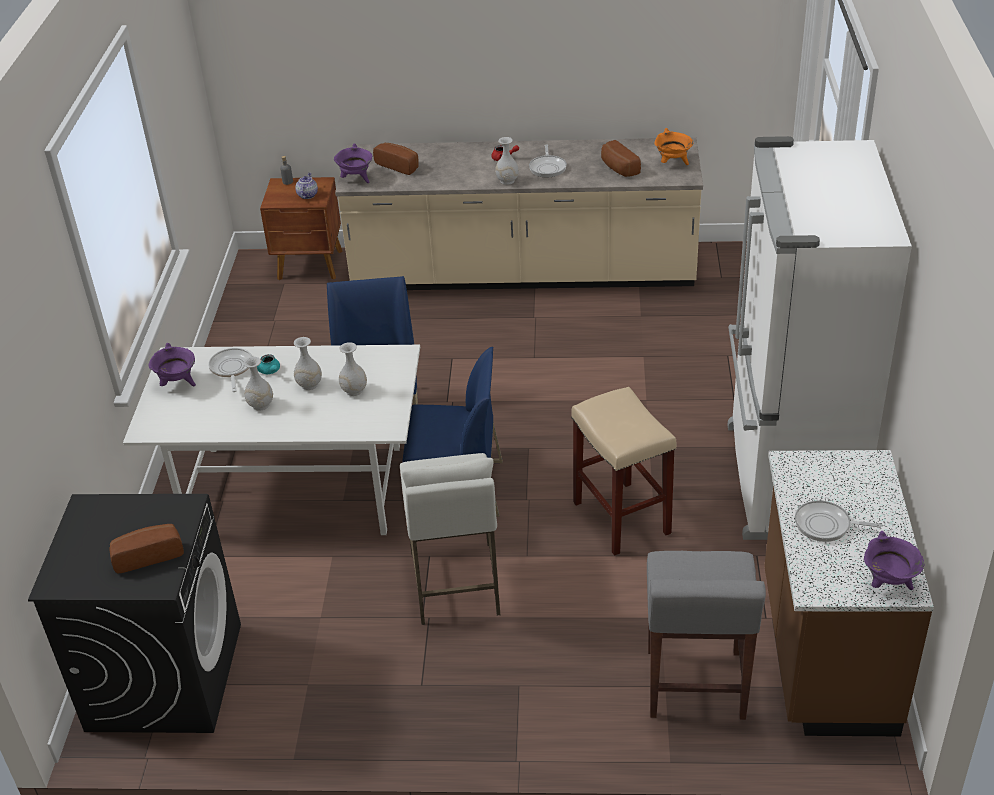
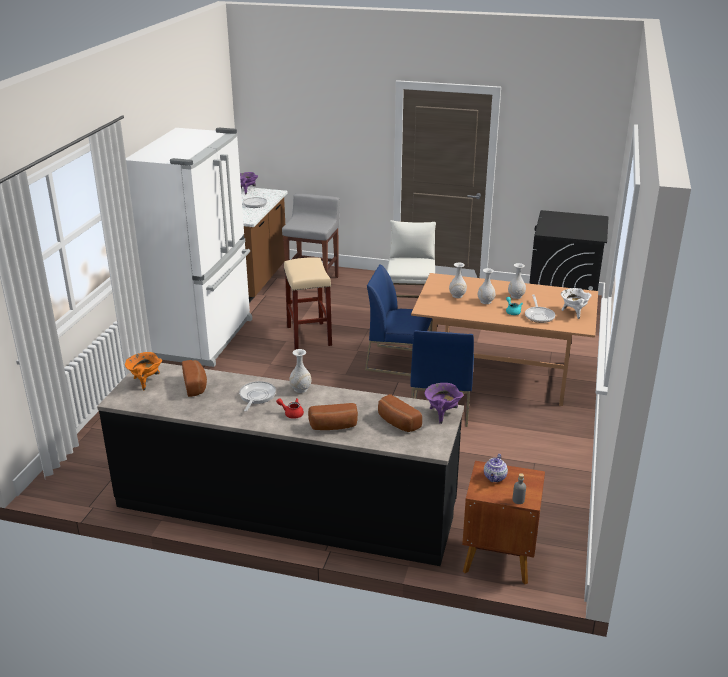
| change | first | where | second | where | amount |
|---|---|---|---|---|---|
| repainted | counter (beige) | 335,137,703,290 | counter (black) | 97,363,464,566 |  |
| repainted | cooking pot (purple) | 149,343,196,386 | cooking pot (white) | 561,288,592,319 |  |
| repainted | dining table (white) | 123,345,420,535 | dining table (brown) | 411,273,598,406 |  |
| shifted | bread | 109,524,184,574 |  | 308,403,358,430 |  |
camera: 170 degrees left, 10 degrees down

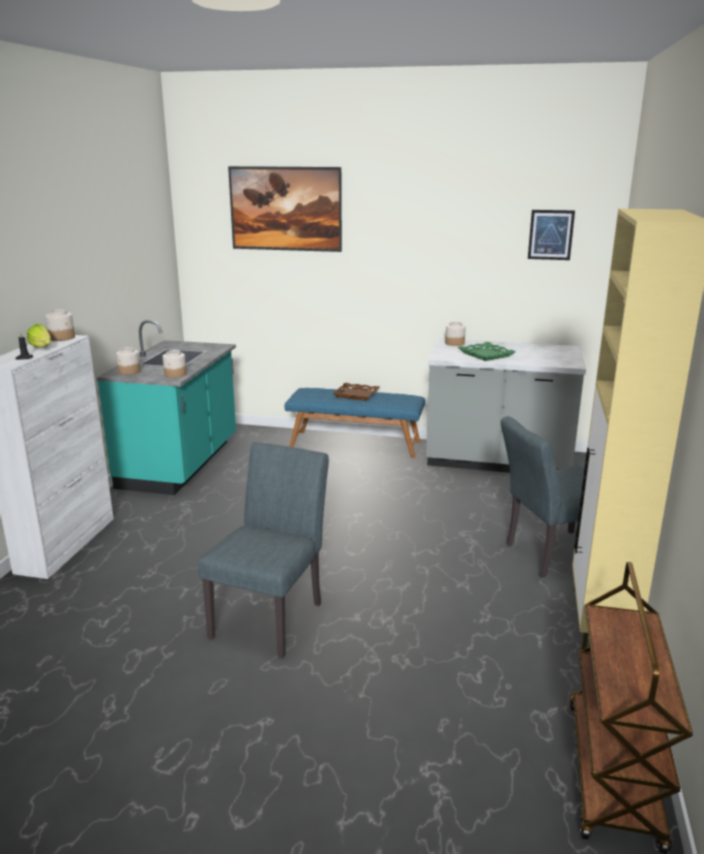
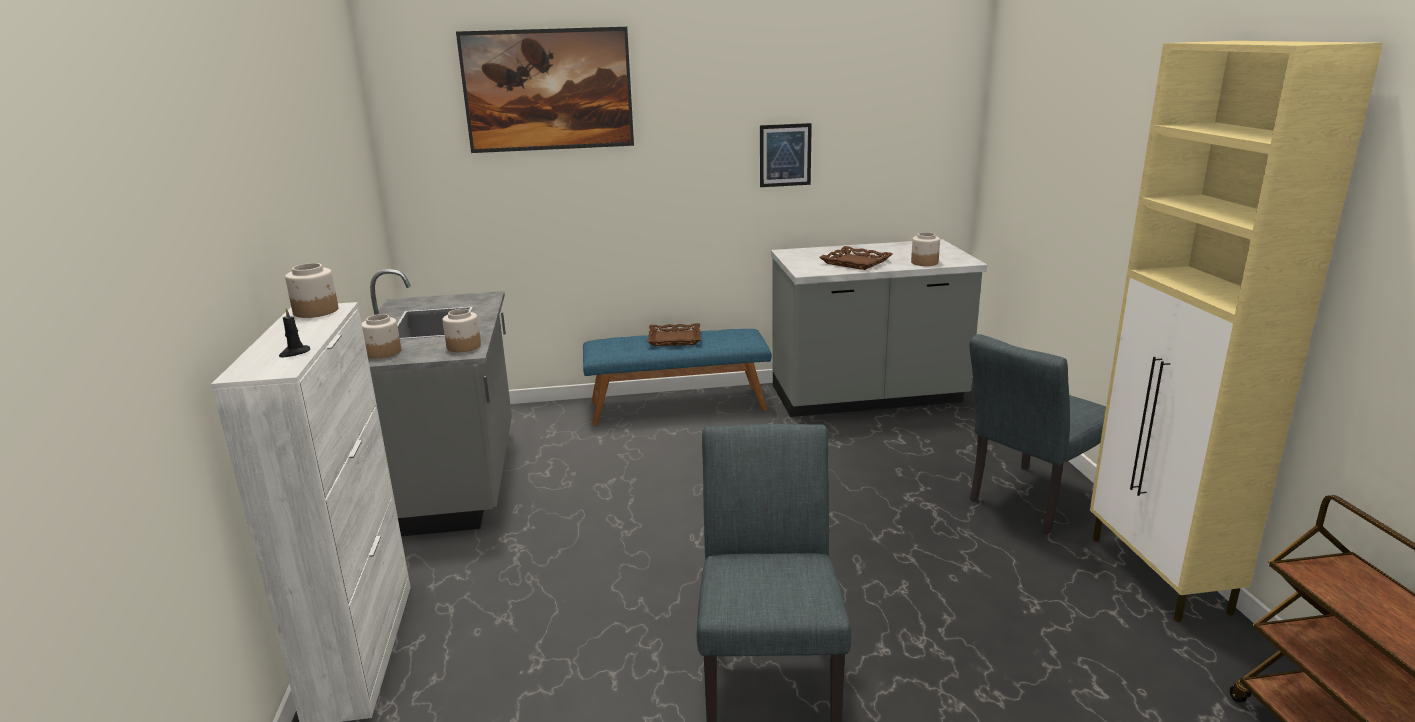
| change | first | where | second | where | amount |
|---|---|---|---|---|---|
| shifted | picture | 528,210,575,260 |  | 760,123,812,187 |  |
| repainted | counter (turquoise) | 96,320,236,495 | counter (grey) | 368,269,512,536 |  |
| shifted | jar | 445,322,466,346 |  | 911,232,940,266 |  |
| gone | lettuce | 27,324,51,348 |  |  |  |
| repainted | tray (green) | 458,342,516,361 | tray (brown) | 819,246,893,270 |  |
camera: 20 degrees left, 0 degrees up

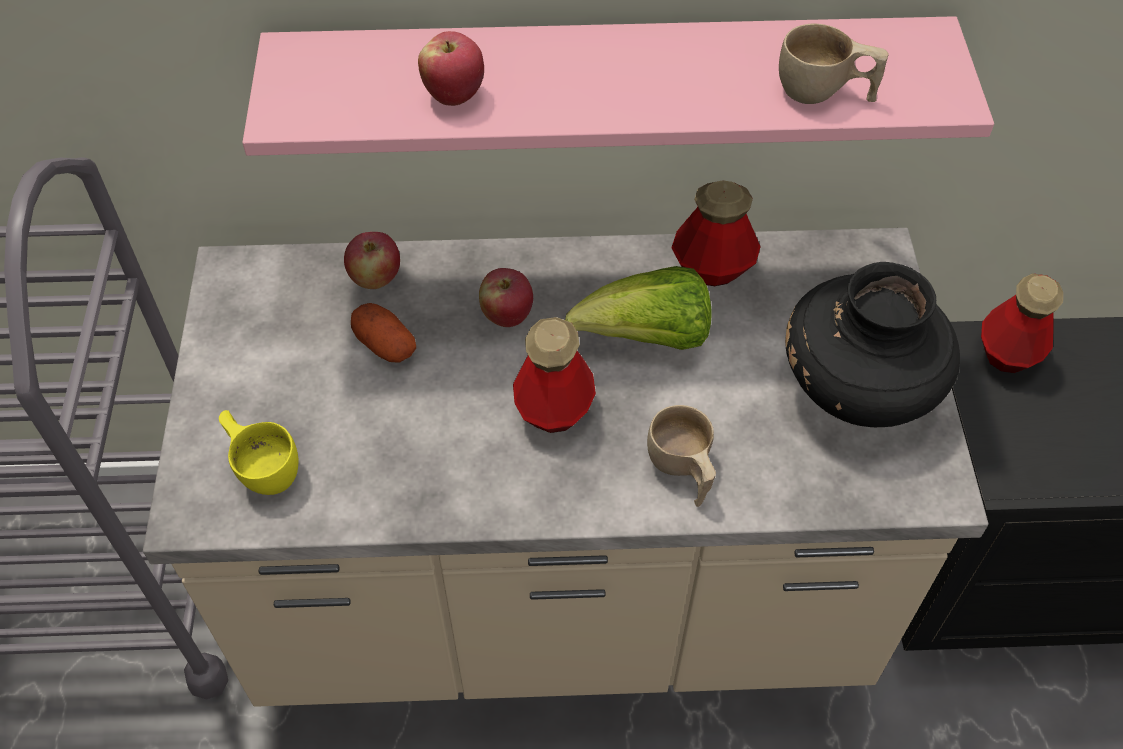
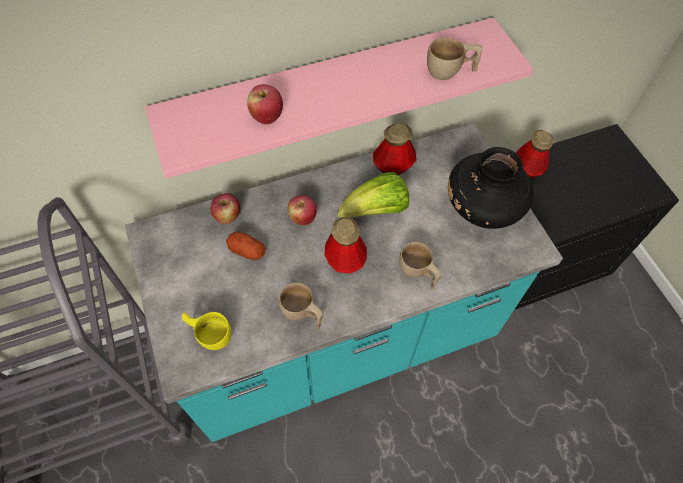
| change | first | where | second | where | amount |
|---|---|---|---|---|---|
| repainted | counter (beige) | 143,228,988,707 | counter (turquoise) | 125,123,563,442 |  |
| new |  |  | cup (beige) | 279,283,323,330 |  |
camera: 20 degrees left, 5 degrees up

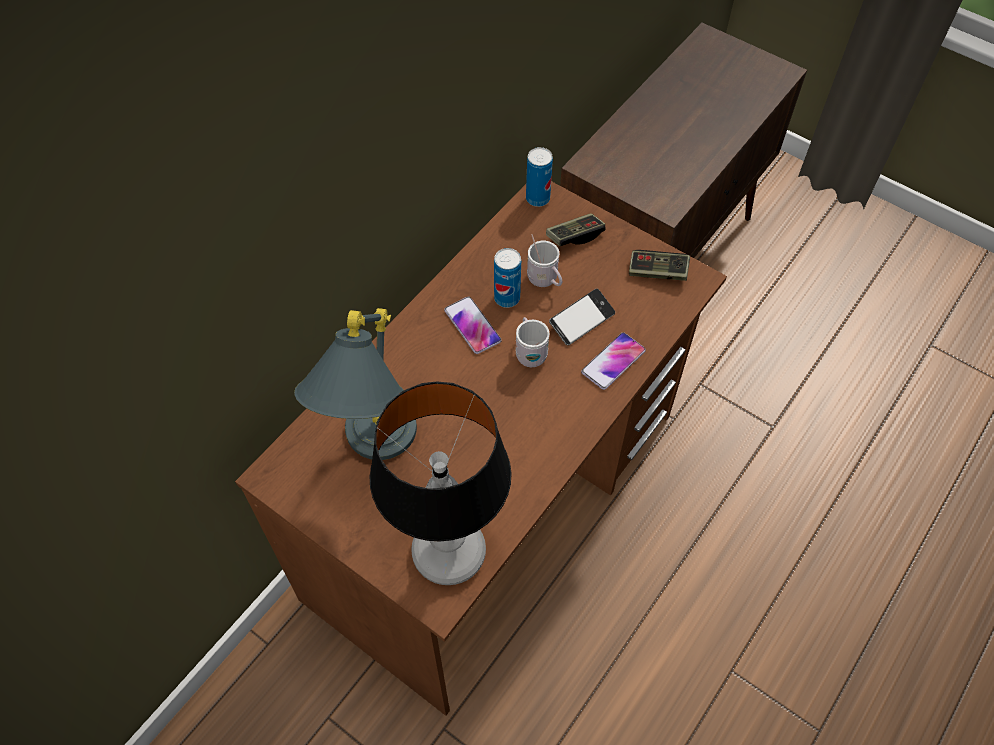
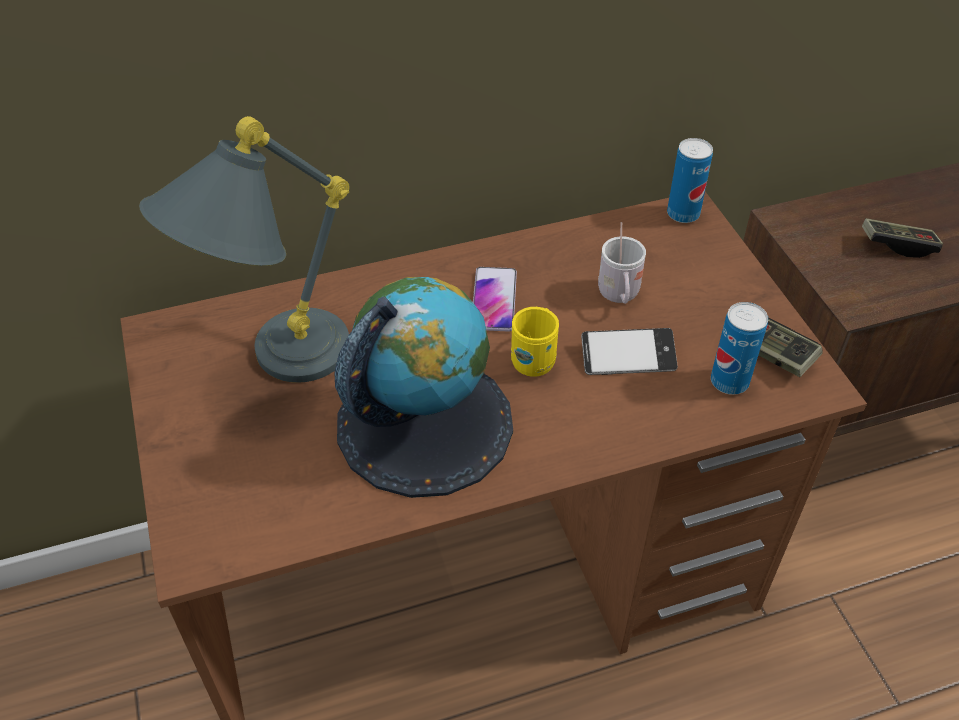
| change | first | where | second | where | amount |
|---|---|---|---|---|---|
| shifted | game controller | 546,213,605,246 |  | 862,218,943,258 |  |
| shifted | can | 494,248,521,308 |  | 711,302,768,395 |  |
| repainted | mug (white) | 516,317,550,367 | mug (yellow) | 511,307,559,377 |  |
| gone | phone | 581,332,646,390 |  |  |  |
| gone | table lamp | 369,381,512,585 |  |  |  |
| new |  |  | globe | 334,277,513,498 |  |
camera: 35 degrees right, 10 degrees down

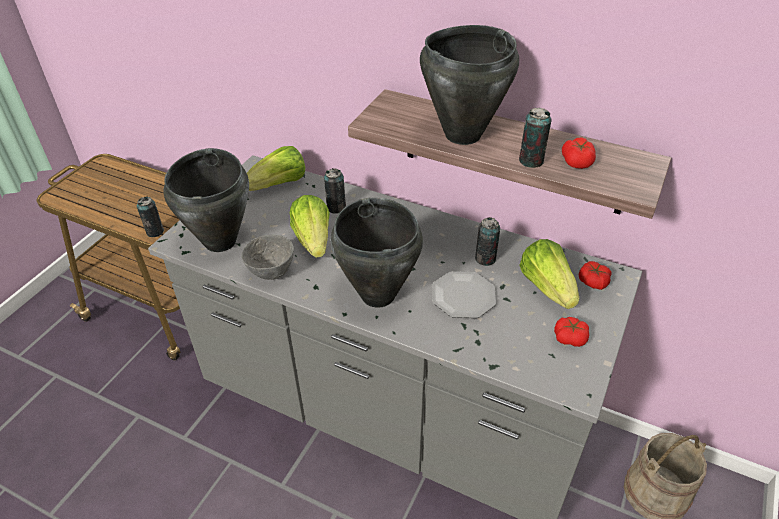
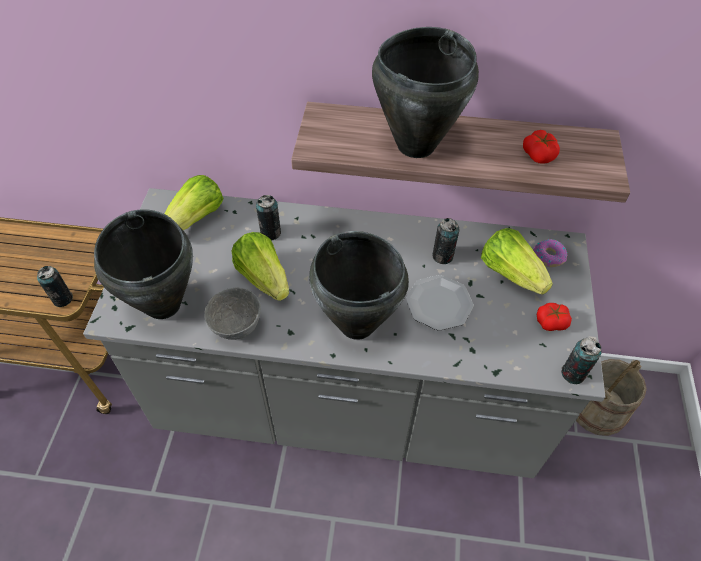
| change | first | where | second | where | amount |
|---|---|---|---|---|---|
| shifted | can | 519,108,551,168 |  | 561,338,602,384 |  |
| swapped | tomato | 579,261,612,290 | donut | 533,239,567,267 |  |
camera: 20 degrees left, 10 degrees up

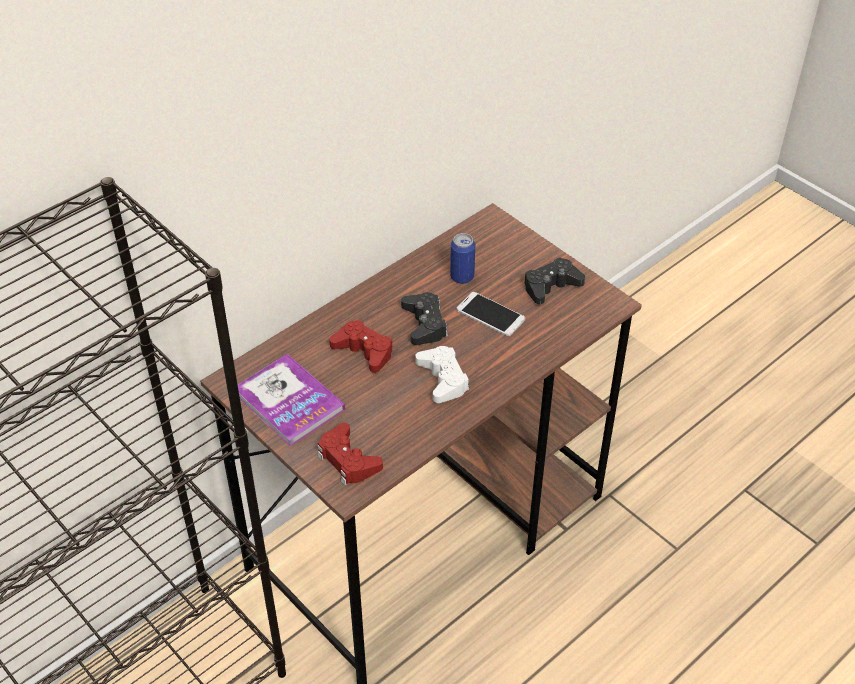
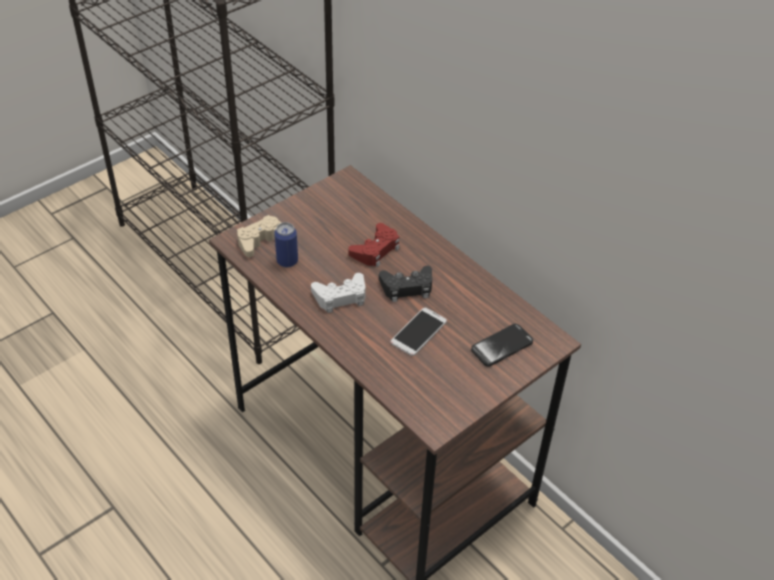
| change | first | where | second | where | amount |
|---|---|---|---|---|---|
| shifted | can | 450,233,475,284 |  | 274,222,298,268 |  |
| gone | game controller (black) | 524,257,585,304 |  |  |  |
| gone | book | 238,354,345,447 |  |  |  |
| repainted | game controller (red) | 318,423,383,485 | game controller (beige) | 237,215,281,257 |  |
| new |  |  | phone | 471,324,533,367 |  |
camera: 90 degrees right, 0 degrees up

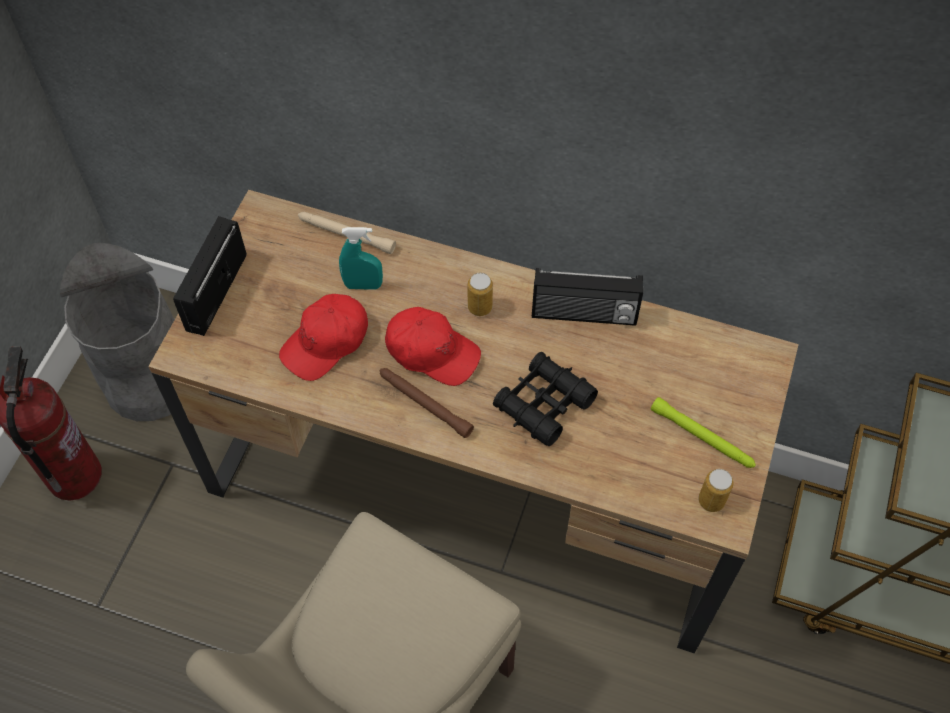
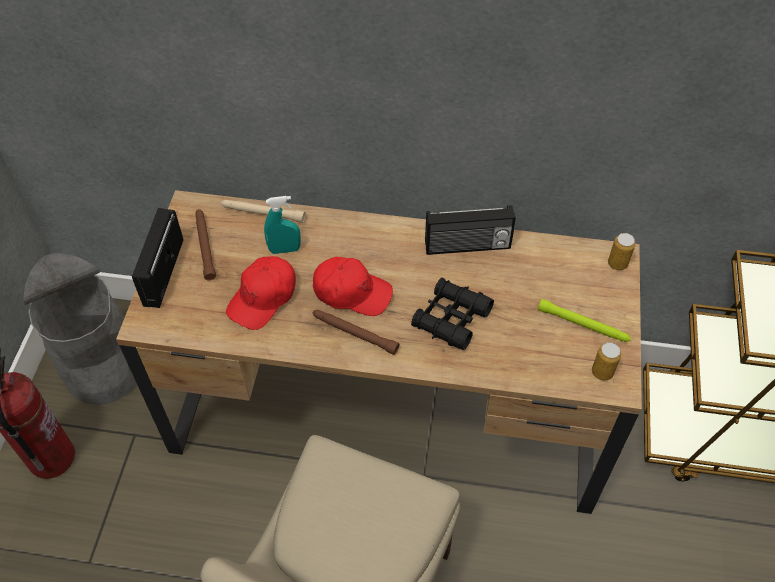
| change | first | where | second | where | amount |
|---|---|---|---|---|---|
| shifted | can | 468,273,493,316 |  | 608,233,636,270 |  |
| new |  |  | flashlight (brown) | 195,209,216,281 |  |
camera: 10 degrees left, 5 degrees down

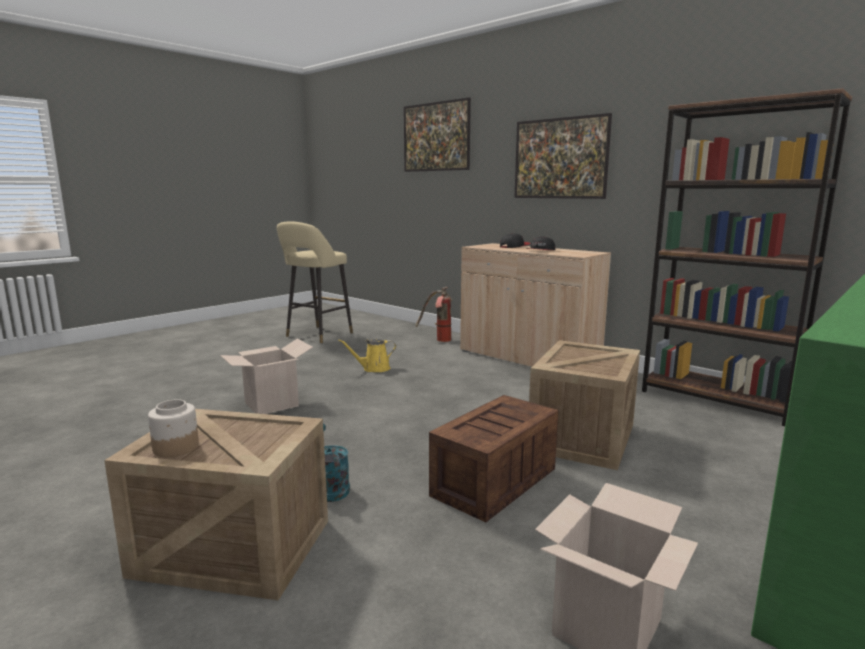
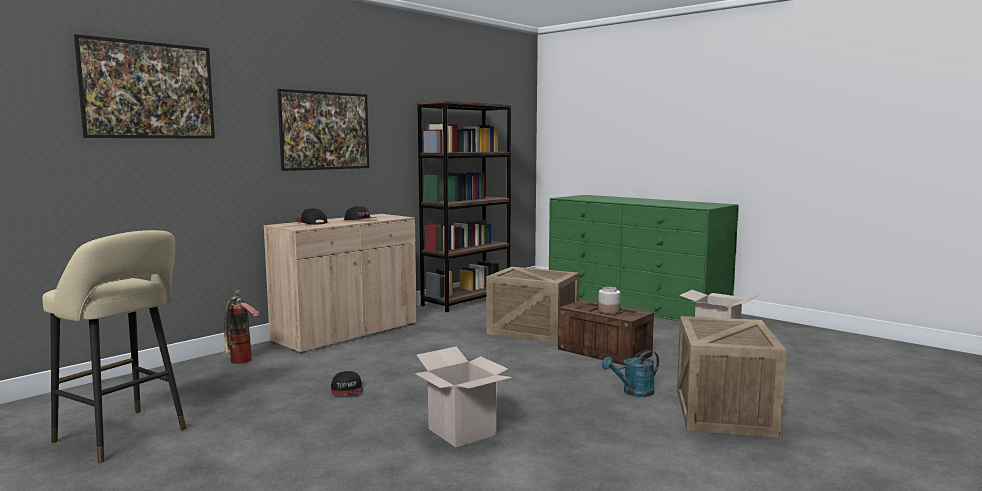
| change | first | where | second | where | amount |
|---|---|---|---|---|---|
| swapped | watering can (yellow) | 338,339,396,372 | cap | 331,371,363,395 |  |
| shifted | jar | 148,399,199,457 |  | 598,287,620,314 |  |
camera: 90 degrees left, 5 degrees down

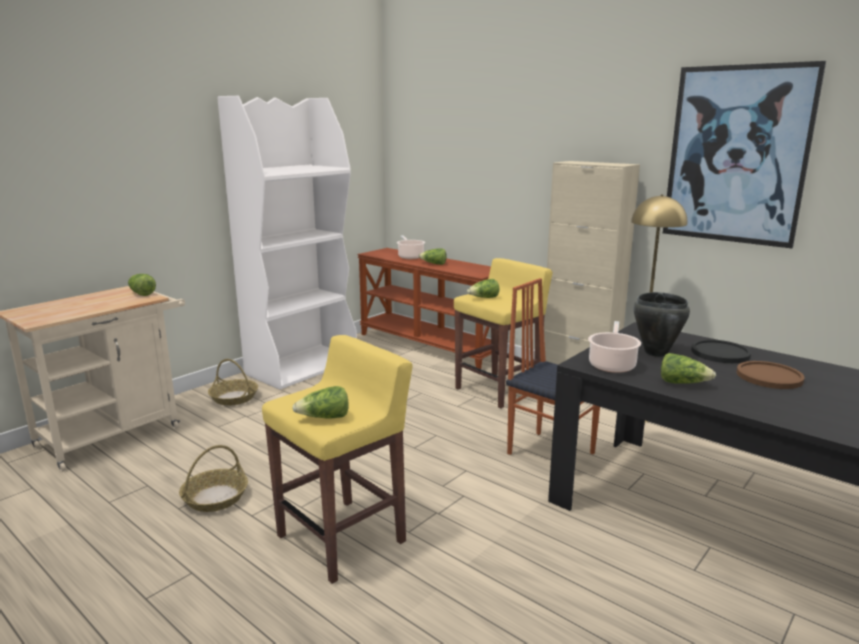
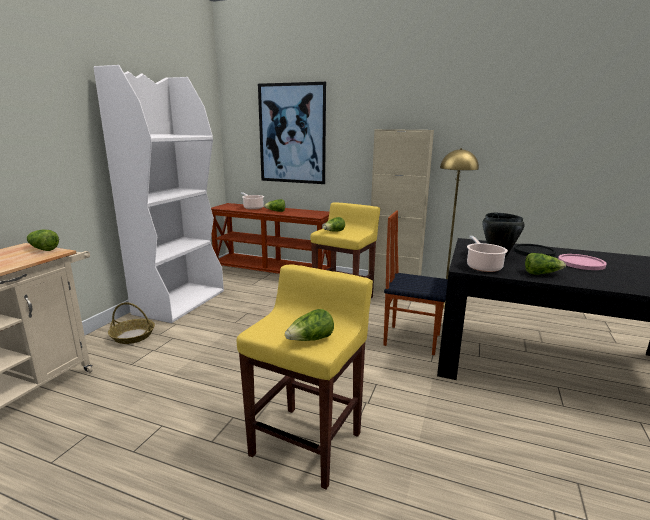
| change | first | where | second | where | amount |
|---|---|---|---|---|---|
| shifted | picture | 663,61,826,248 |  | 258,82,326,184 |  |
| repainted | plate (brown) | 736,361,805,389 | plate (pink) | 558,254,607,270 |  |
| gone | basket | 179,445,248,512 |  |  |  |
camera: 20 degrees left, 0 degrees up

